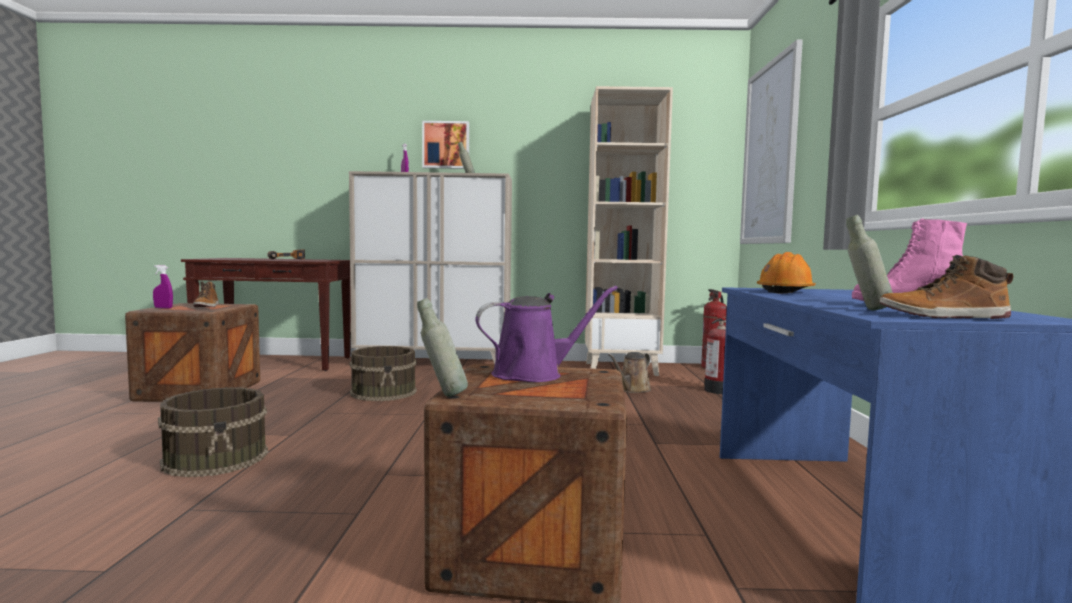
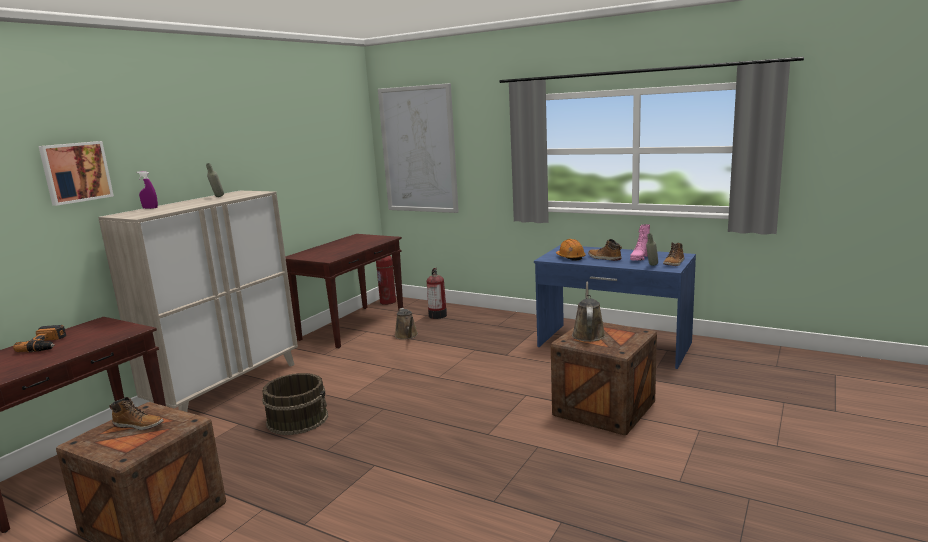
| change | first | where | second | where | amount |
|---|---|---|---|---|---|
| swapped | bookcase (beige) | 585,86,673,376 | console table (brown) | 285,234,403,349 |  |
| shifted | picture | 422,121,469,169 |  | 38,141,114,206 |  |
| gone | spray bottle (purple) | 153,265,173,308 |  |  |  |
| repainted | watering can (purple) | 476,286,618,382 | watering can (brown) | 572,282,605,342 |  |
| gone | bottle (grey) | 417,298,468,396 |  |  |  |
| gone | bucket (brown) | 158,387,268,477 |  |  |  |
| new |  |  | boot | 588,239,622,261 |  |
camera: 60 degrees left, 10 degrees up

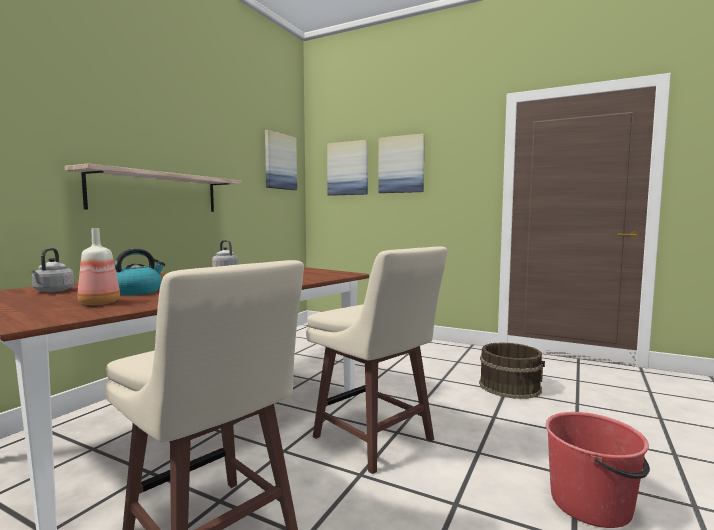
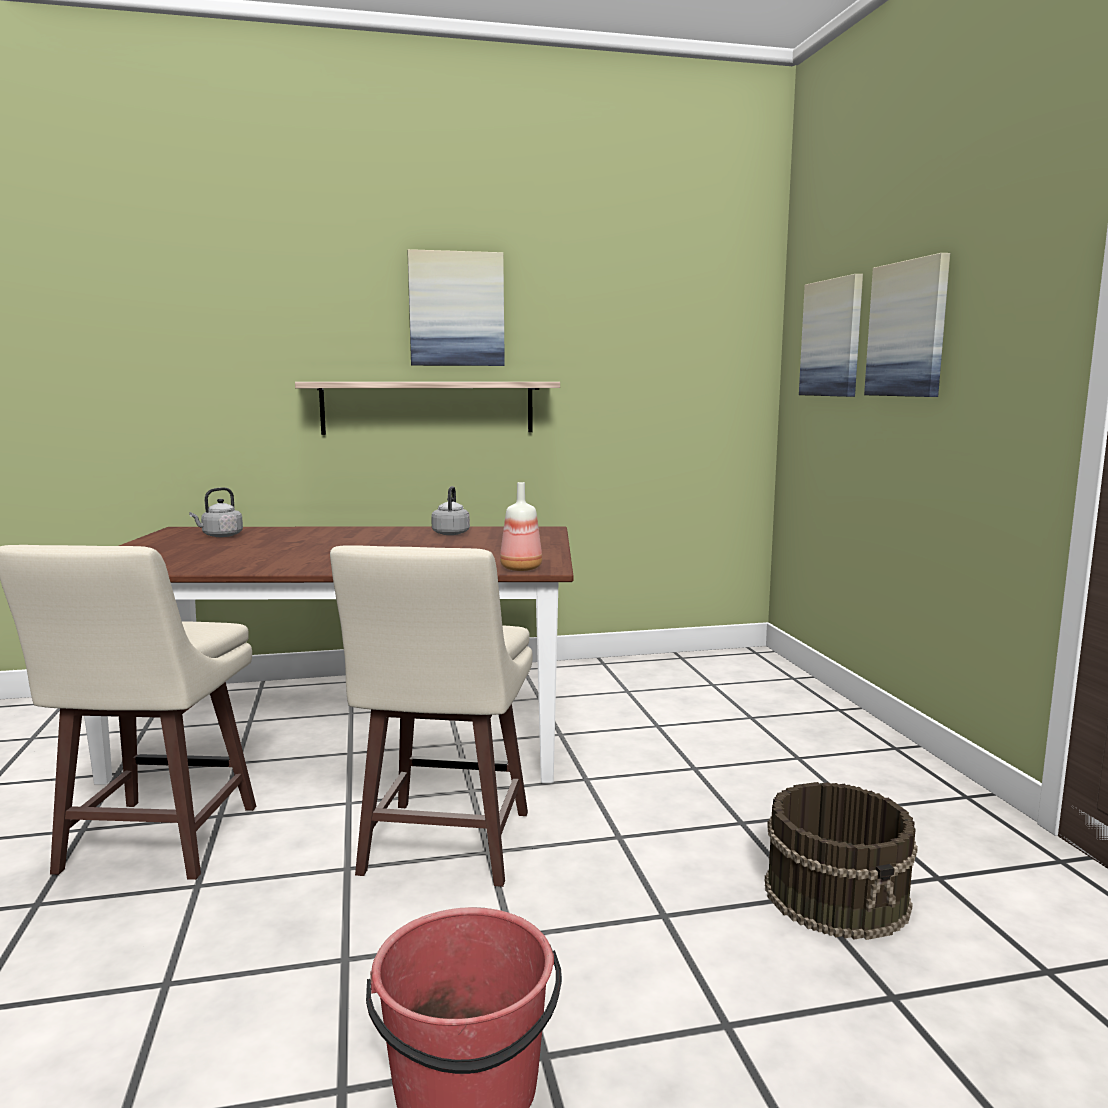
| change | first | where | second | where | amount |
|---|---|---|---|---|---|
| shifted | picture | 265,130,297,190 |  | 407,249,505,366 |  |
| shifted | bottle | 78,228,120,305 |  | 500,482,542,571 |  |
| gone | kettle | 115,249,165,295 |  |  |  |
camera: 50 degrees right, 5 degrees up

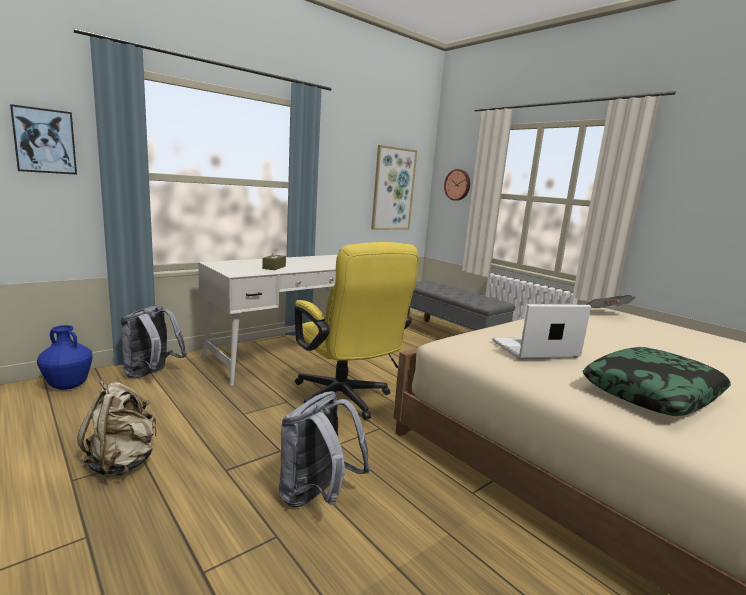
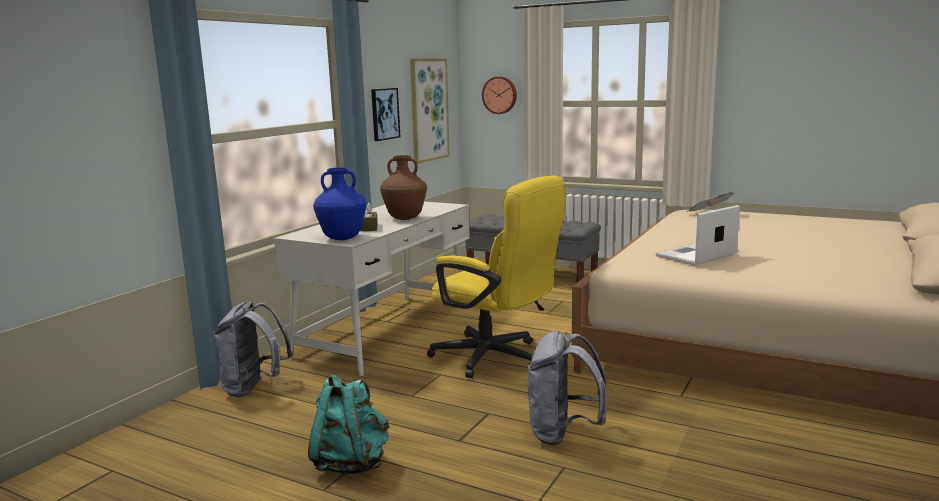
| change | first | where | second | where | amount |
|---|---|---|---|---|---|
| shifted | picture | 10,104,77,175 |  | 371,88,400,141 |  |
| shifted | vase (blue) | 37,325,93,390 |  | 313,167,366,240 |  |
| gone | pillow | 583,347,731,416 |  |  |  |
| repainted | backpack (beige) | 77,380,157,477 | backpack (turquoise) | 308,374,389,475 |  |
| new |  |  | vase (brown) | 380,155,427,220 |  |
camera: 20 degrees left, 0 degrees up

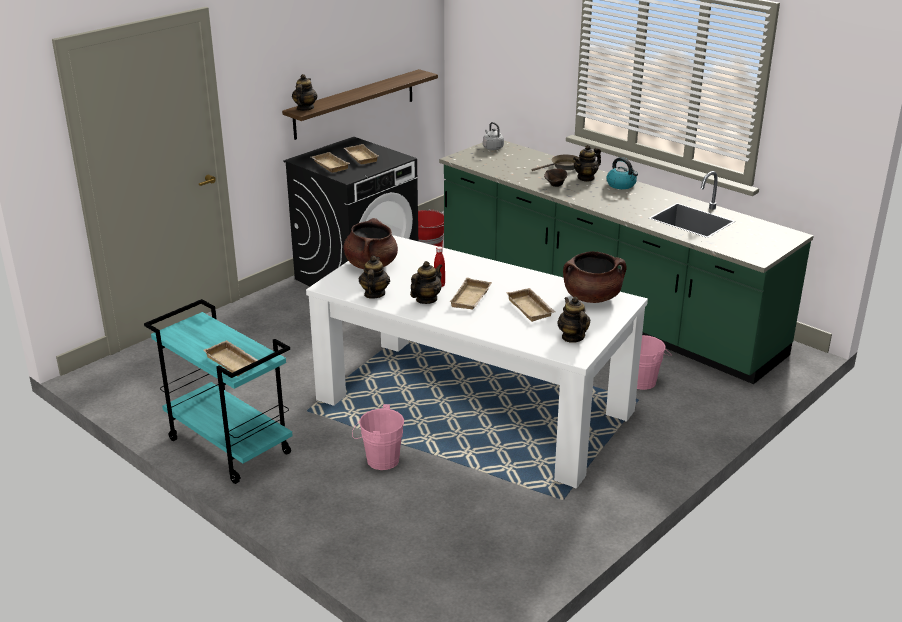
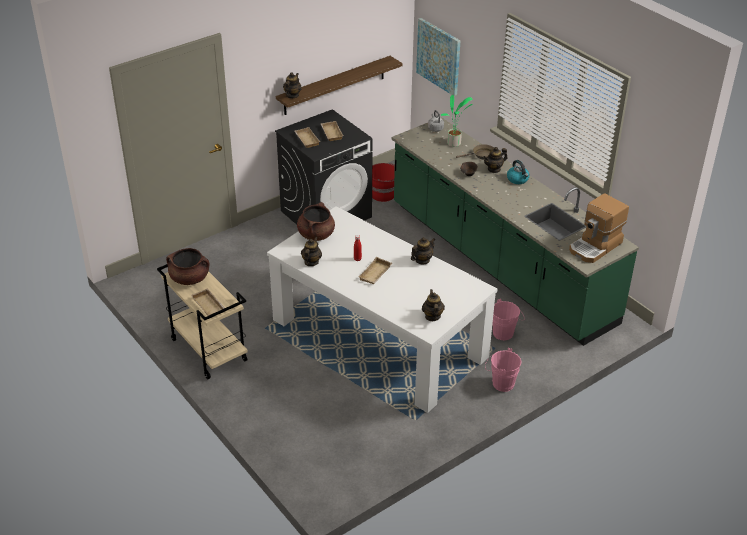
| change | first | where | second | where | amount |
|---|---|---|---|---|---|
| shifted | cooking pot (brown) | 563,251,626,303 |  | 166,248,210,285 |  |
| shifted | teapot | 410,261,442,304 |  | 411,237,435,264 |  |
| gone | tray (beige) | 506,288,555,322 |  |  |  |
| repainted | cart (turquoise) | 144,299,293,484 | cart (beige) | 157,264,248,380 |  |
| shifted | bucket (pink) | 352,404,404,470 |  | 485,348,521,392 |  |
| new |  |  | picture | 416,18,460,96 |  |
| new |  |  | potted plant | 440,95,473,147 |  |
| new |  |  | coffee machine | 569,193,629,263 |  |
camera: 10 degrees right, 10 degrees up

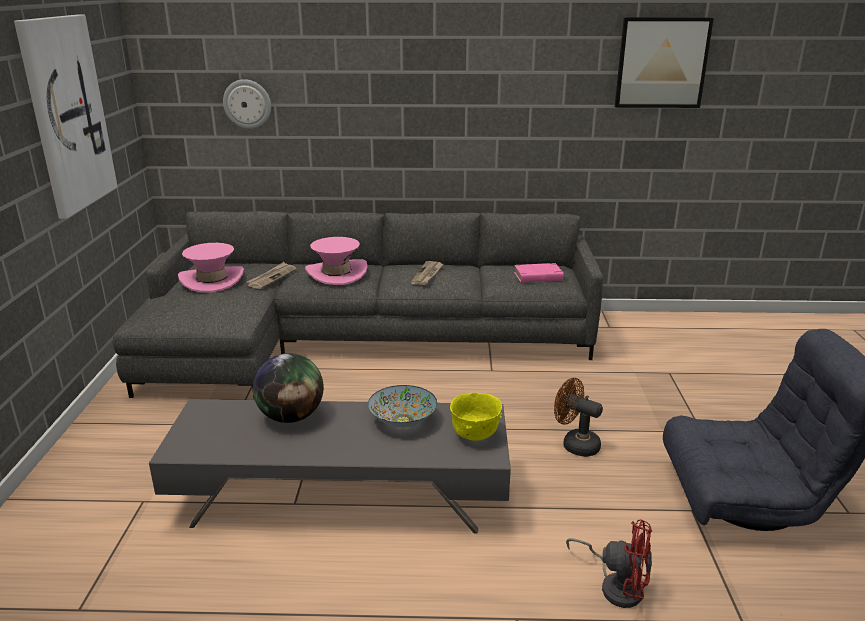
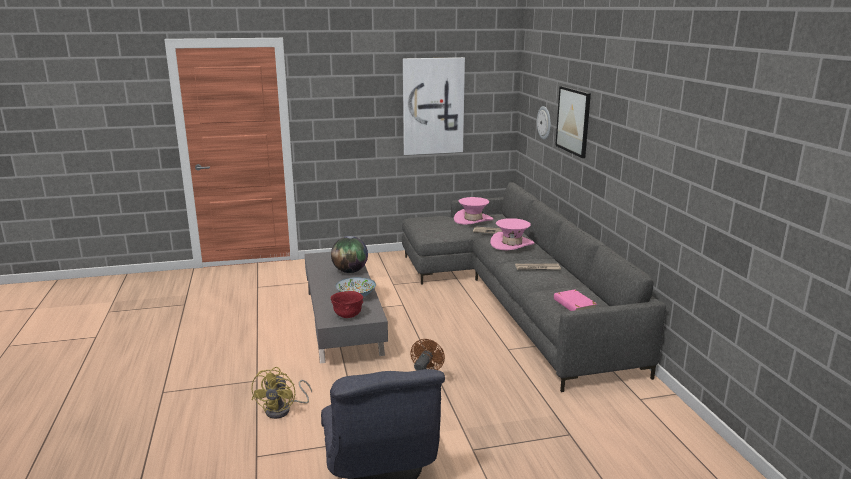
| change | first | where | second | where | amount |
|---|---|---|---|---|---|
| shifted | picture | 615,17,714,108 |  | 555,86,591,158 |  |
| repainted | bowl (yellow) | 450,393,502,441 | bowl (red) | 331,291,363,318 |  |
| repainted | fan (red) | 566,519,652,608 | fan (yellow) | 251,367,312,419 |  |
camera: 75 degrees right, 5 degrees down

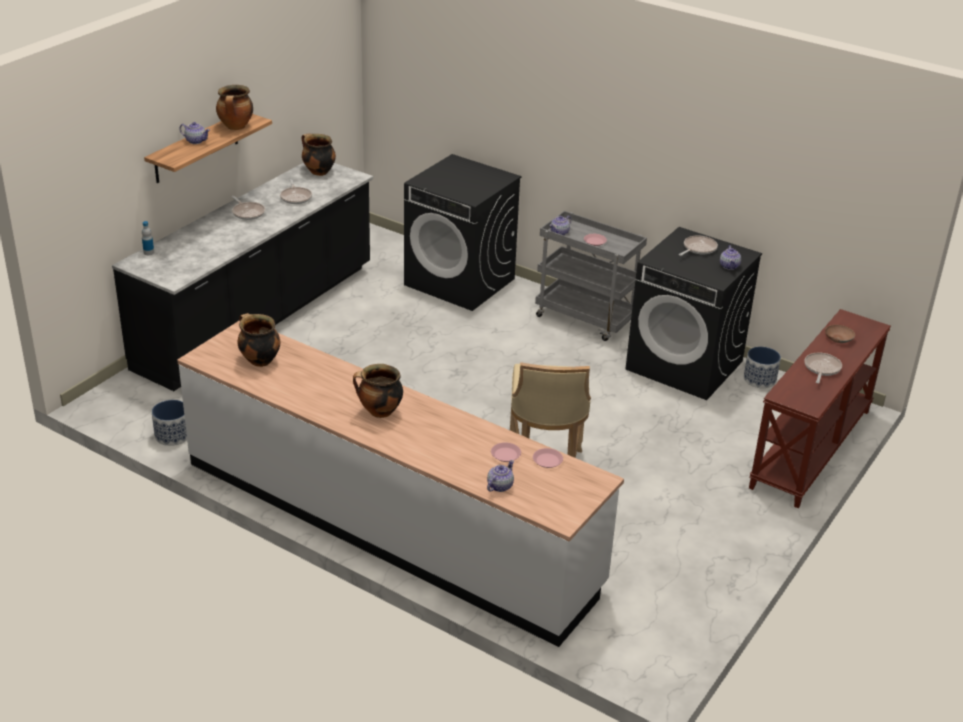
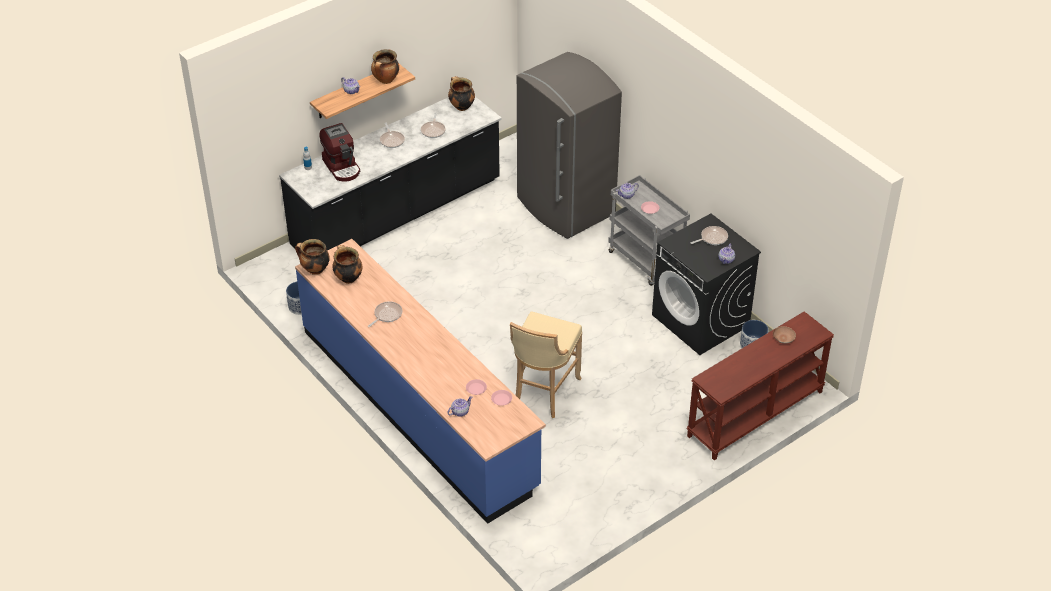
| change | first | where | second | where | amount |
|---|---|---|---|---|---|
| swapped | washing machine (black) | 404,154,522,311 | fridge (grey) | 517,52,622,239 |  |
| repainted | counter (white) | 177,321,624,647 | counter (blue) | 295,239,546,524 |  |
| shifted | frying pan | 804,353,842,383 |  | 368,301,402,327 |  |
| shifted | cooking pot | 353,364,403,418 |  | 295,239,330,275 |  |
| new |  |  | coffee machine | 319,123,360,182 |  |
camera: 20 degrees right, 10 degrees up

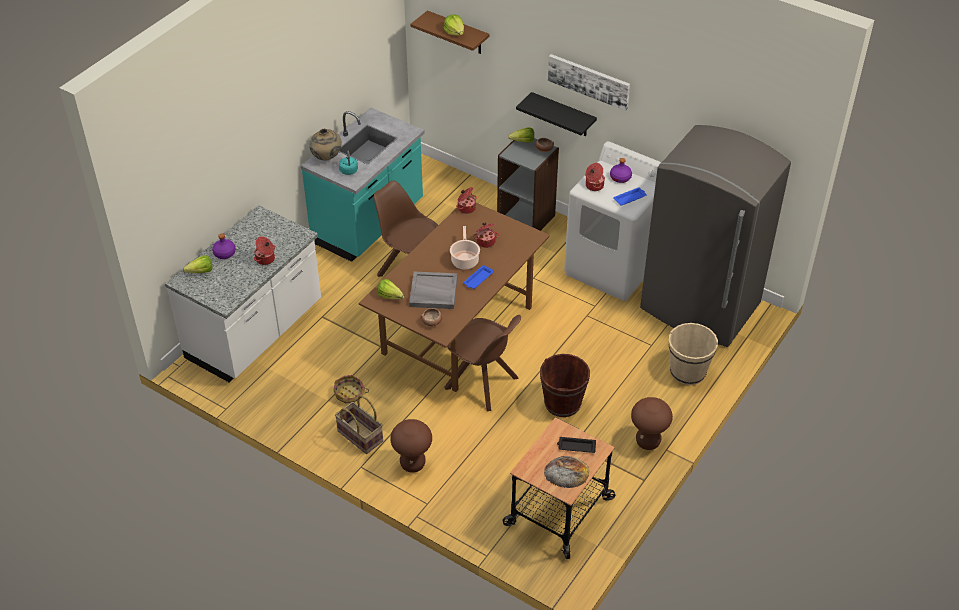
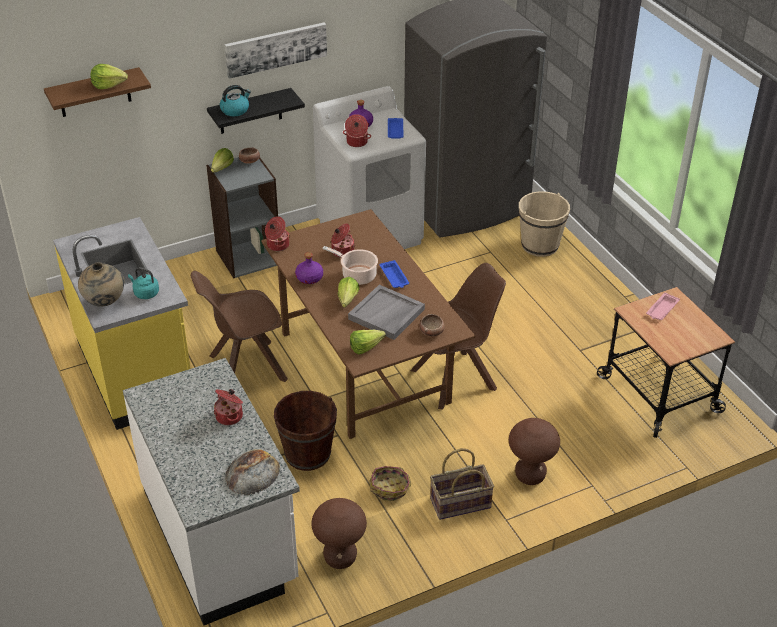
| change | first | where | second | where | amount |
|---|---|---|---|---|---|
| repainted | counter (turquoise) | 301,107,425,262 | counter (yellow) | 53,217,190,430 |  |
| shifted | bottle (purple) | 212,233,236,259 |  | 295,252,323,284 |  |
| shifted | lettuce | 183,255,212,273 |  | 338,277,359,308 |  |
| shifted | bucket (brown) | 540,354,590,417 |  | 274,391,337,471 |  |
| shifted | stool (brown) | 631,397,673,450 |  | 312,498,367,569 |  |
| repainted | tray (black) | 557,437,596,453 | tray (pink) | 646,293,680,320 |  |
| shifted | bread | 544,456,589,488 |  | 225,449,280,496 |  |
| new |  |  | kettle | 220,85,251,116 |  |
camera: 60 degrees left, 5 degrees down

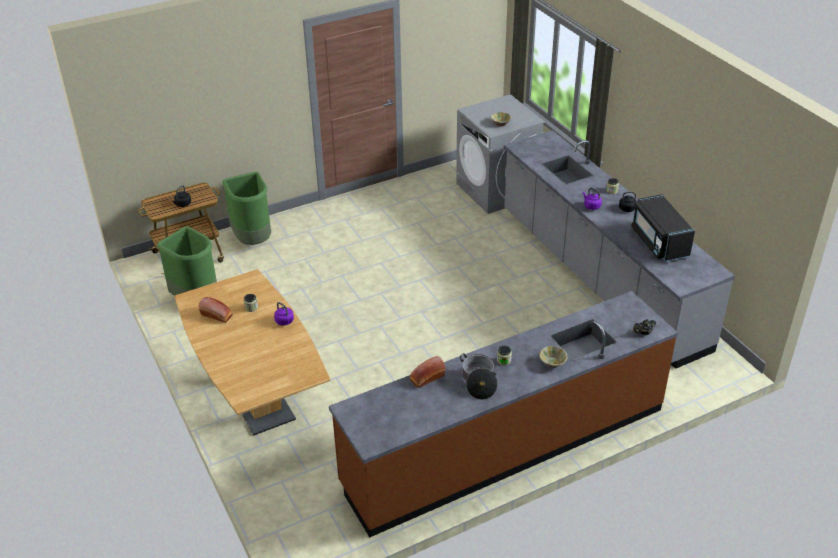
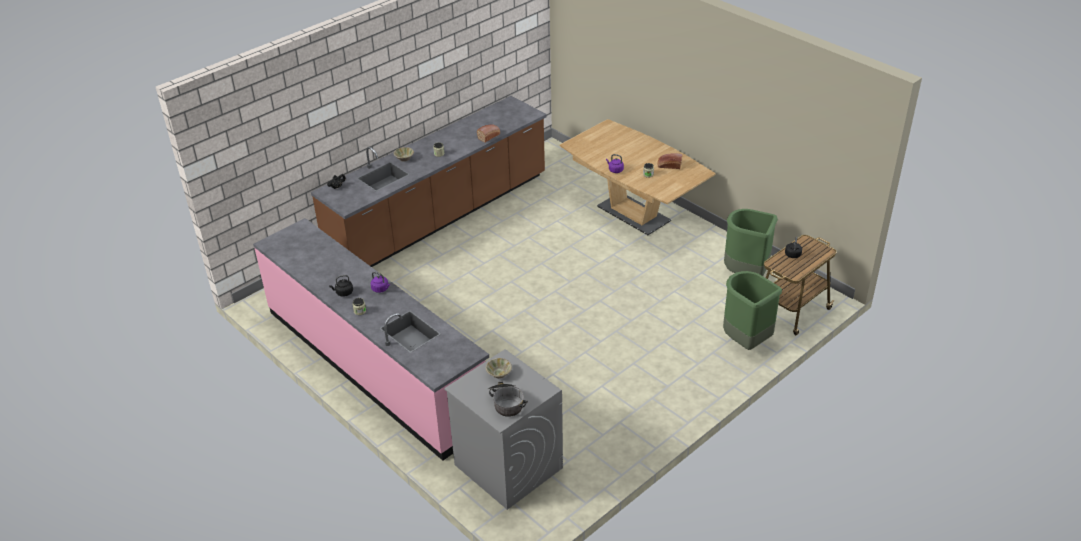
| change | first | where | second | where | amount |
|---|---|---|---|---|---|
| repainted | counter (grey) | 504,130,735,369 | counter (pink) | 253,218,489,460 |  |
| gone | microwave (black) | 631,194,695,262 |  |  |  |
| shifted | cooking pot | 460,353,498,400 |  | 488,382,528,417 |  |
camera: 165 degrees right, 0 degrees up

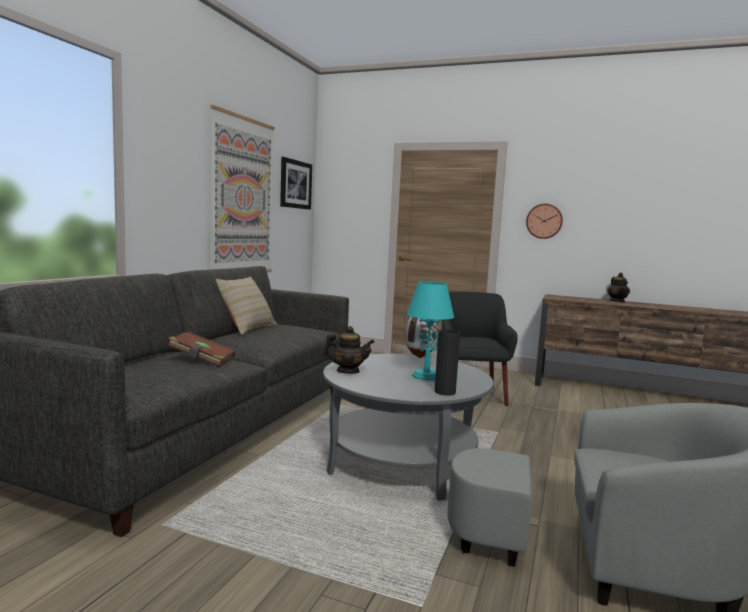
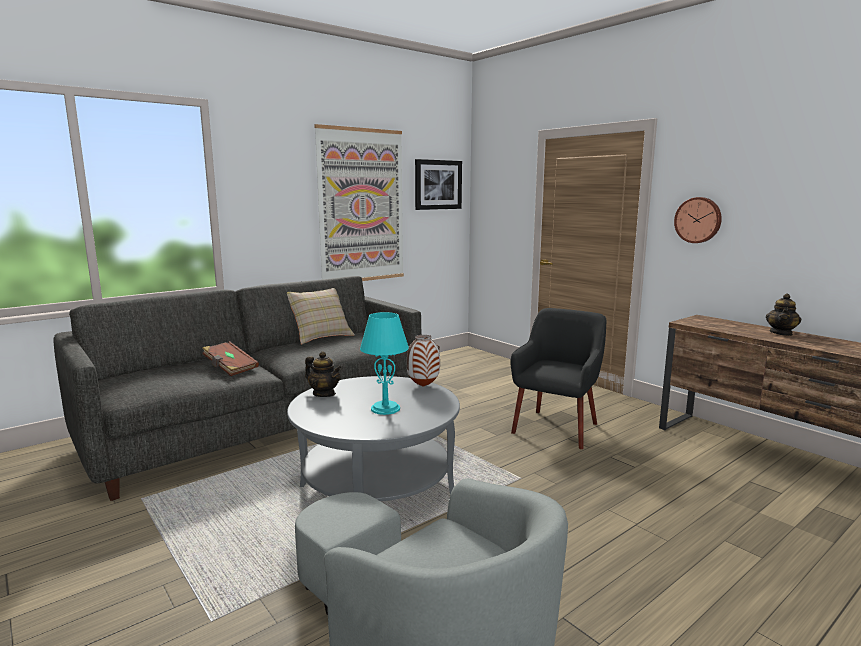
| change | first | where | second | where | amount |
|---|---|---|---|---|---|
| gone | vase (black) | 435,329,460,396 |  |  |  |
camera: 30 degrees right, 5 degrees up

